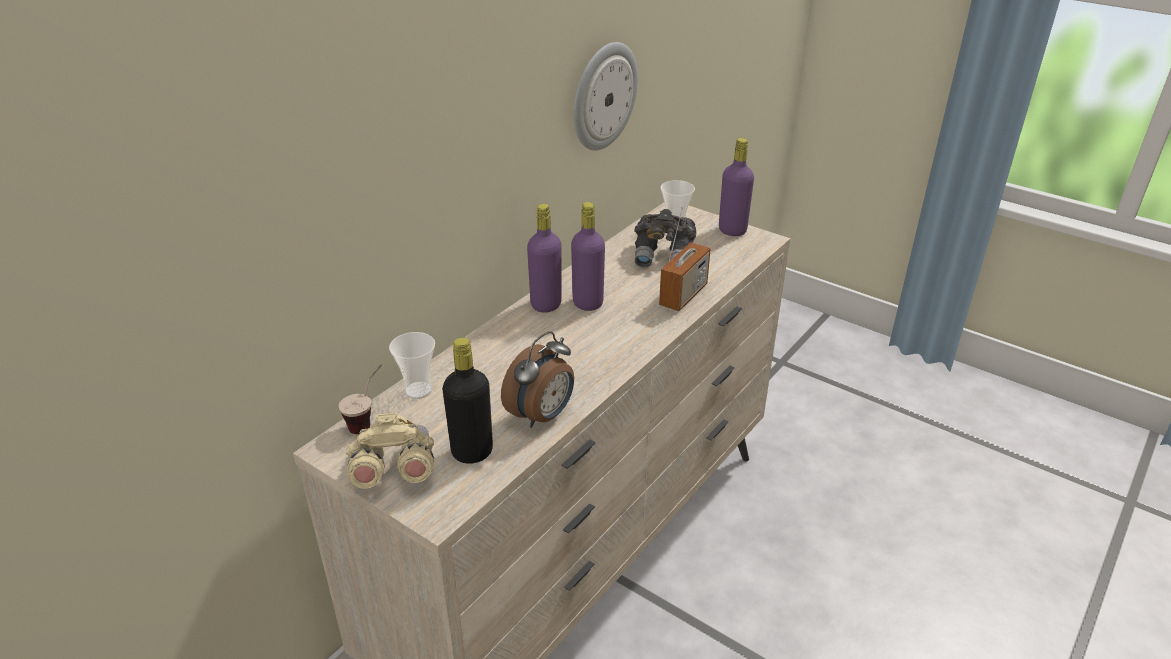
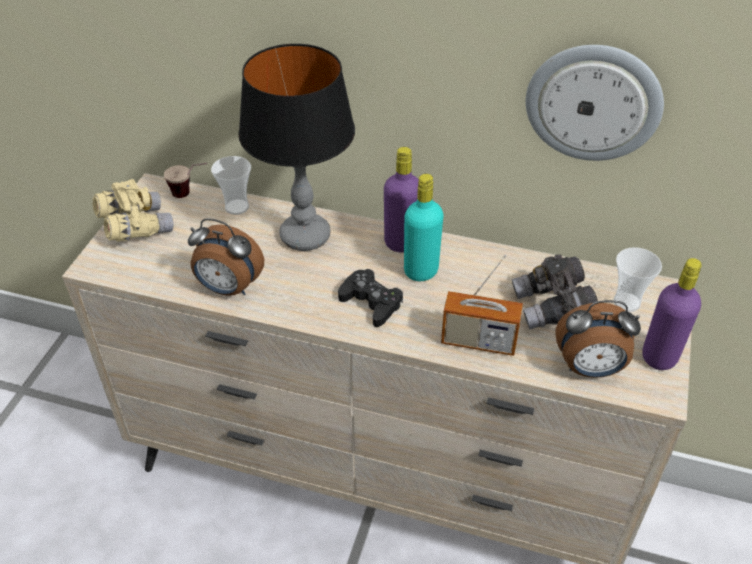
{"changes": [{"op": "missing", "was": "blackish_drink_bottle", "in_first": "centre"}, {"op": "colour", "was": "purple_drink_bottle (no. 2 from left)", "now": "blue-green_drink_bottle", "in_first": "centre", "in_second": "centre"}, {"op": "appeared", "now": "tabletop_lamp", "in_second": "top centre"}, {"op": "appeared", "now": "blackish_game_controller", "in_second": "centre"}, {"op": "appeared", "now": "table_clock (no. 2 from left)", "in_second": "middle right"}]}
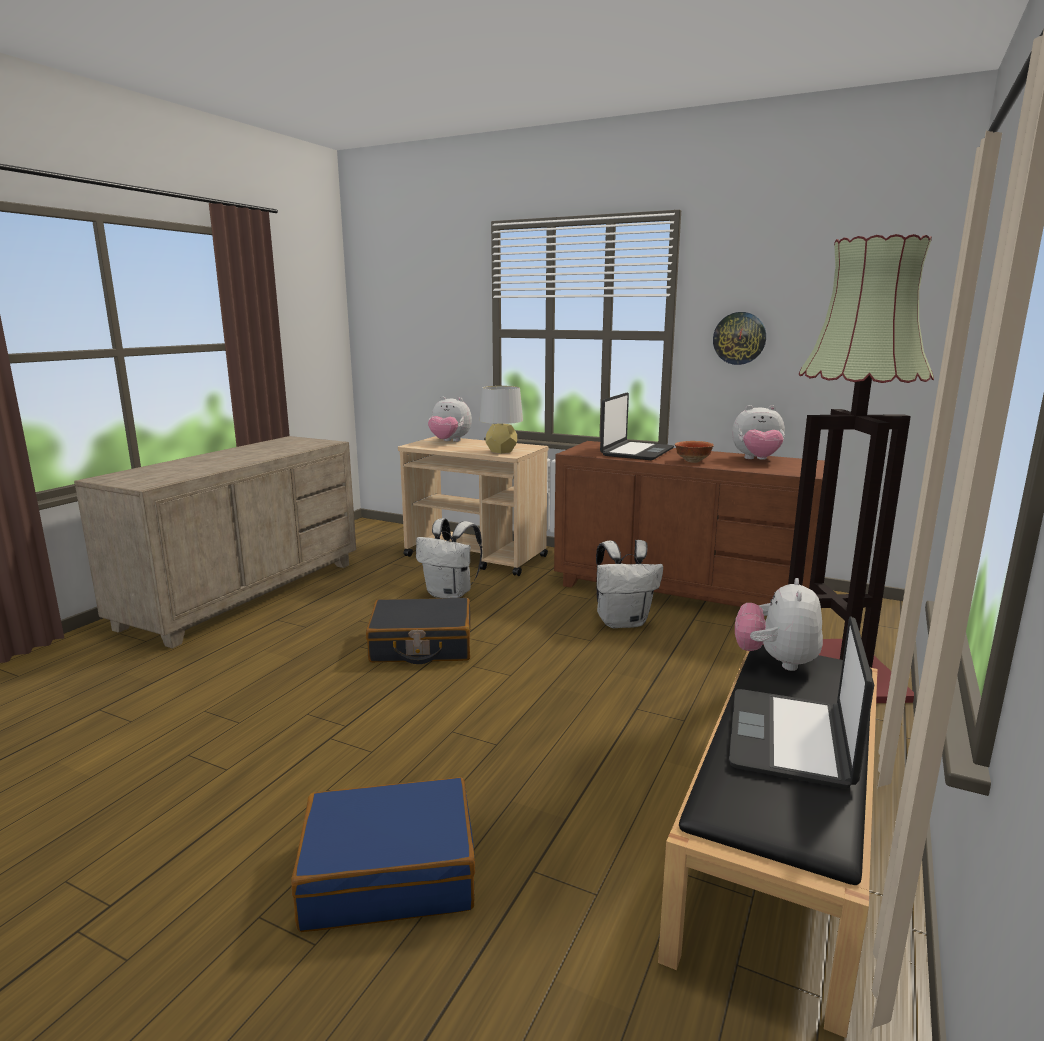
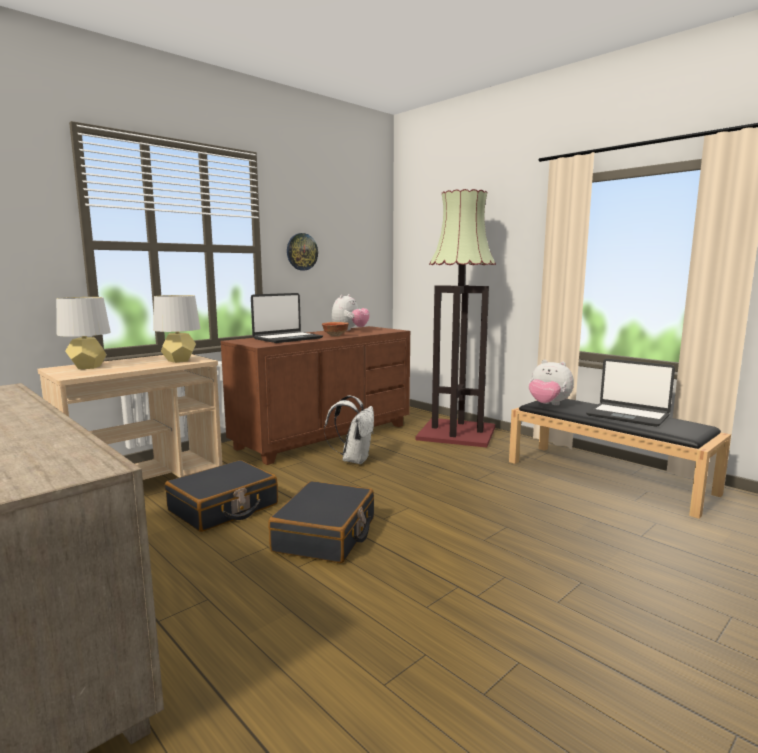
{"changes": [{"op": "missing", "was": "blue_suitcase", "in_first": "bottom centre"}, {"op": "exchanged", "was": "whitish_knapsack (no. 1 from left)", "now": "blackish_suitcase (no. 1 from left)", "in_first": "centre", "in_second": "middle left"}, {"op": "exchanged", "was": "cuddly_toy (no. 1 from left)", "now": "gray_tabletop_lamp (no. 1 from left)", "in_first": "centre", "in_second": "middle left"}, {"op": "spun", "was": "notebook_computer (no. 1 from left)", "in_first": "centre", "in_second": "centre", "clockwise": 90}]}
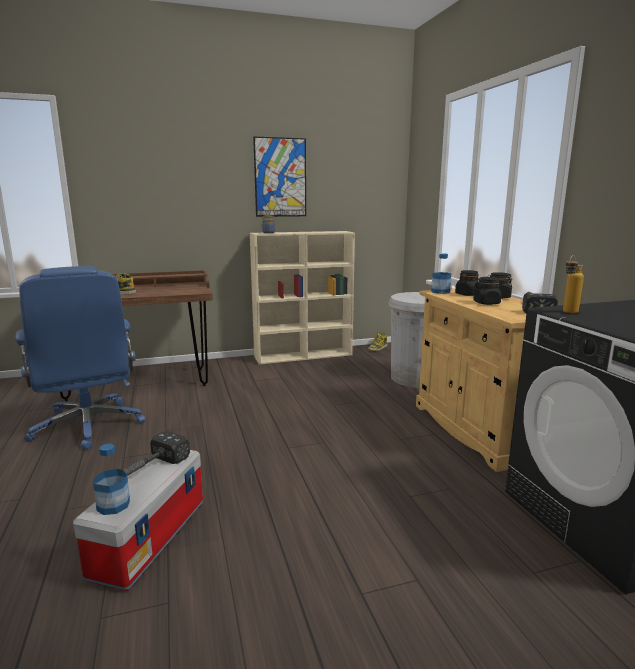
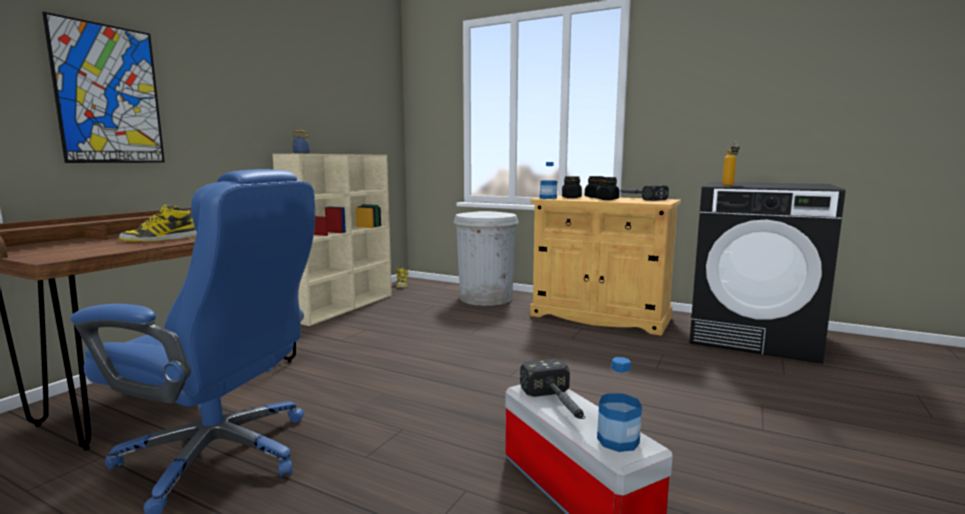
{"changes": [{"op": "relocated", "was": "wall_art", "in_first": "top centre", "in_second": "top left"}]}
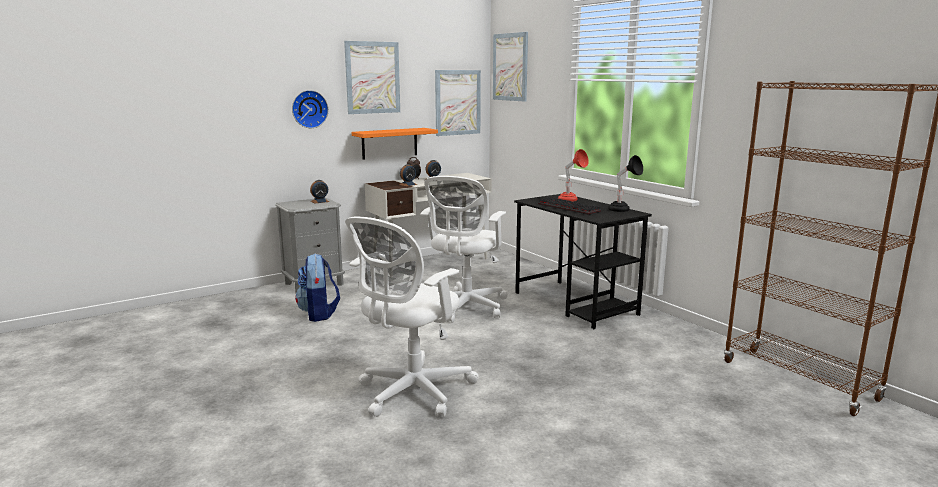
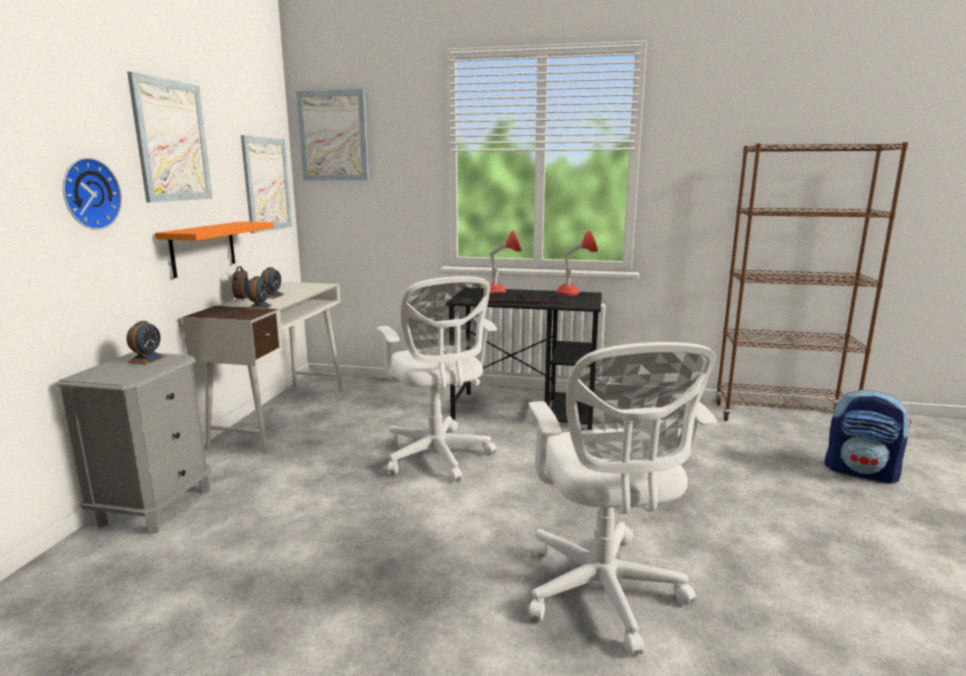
{"changes": [{"op": "relocated", "was": "knapsack", "in_first": "centre", "in_second": "middle right"}, {"op": "colour", "was": "blackish_tabletop_lamp", "now": "red_tabletop_lamp (no. 2 from left)", "in_first": "centre", "in_second": "centre"}]}
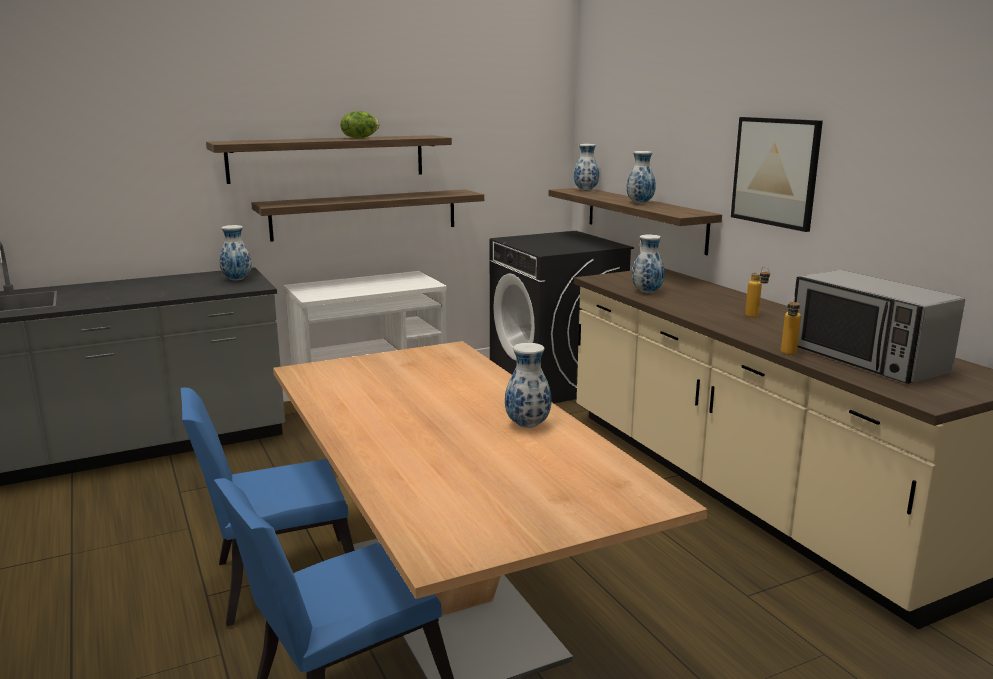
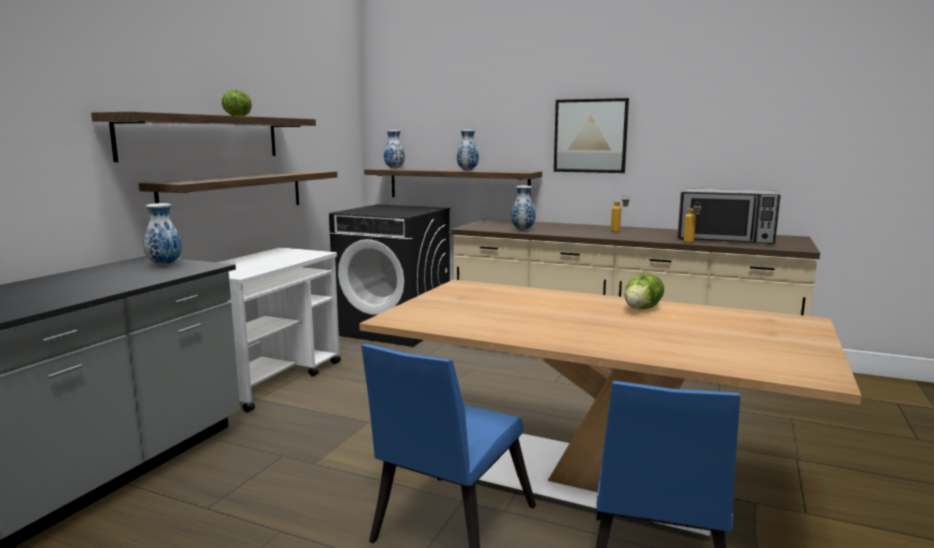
{"changes": [{"op": "exchanged", "was": "decorative_vase (no. 2 from left)", "now": "lettuce_head (no. 2 from left)", "in_first": "centre", "in_second": "middle right"}]}
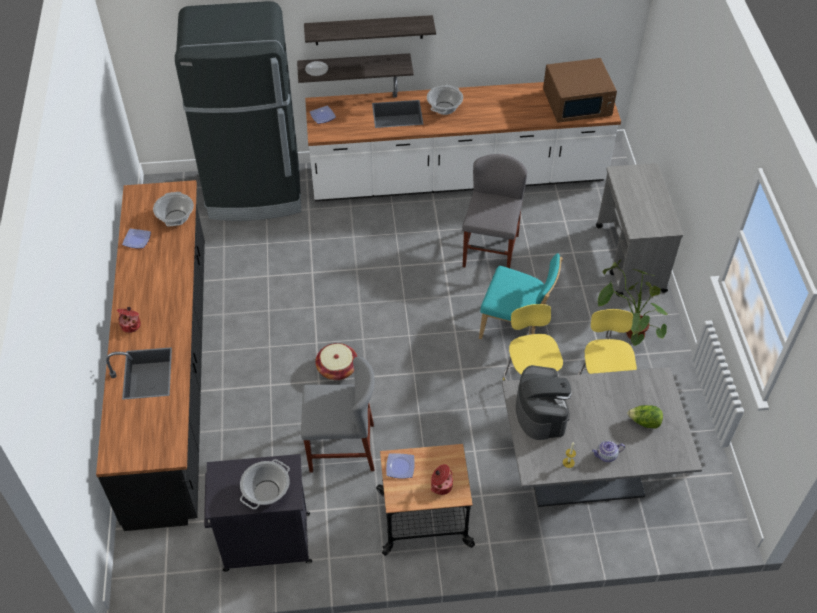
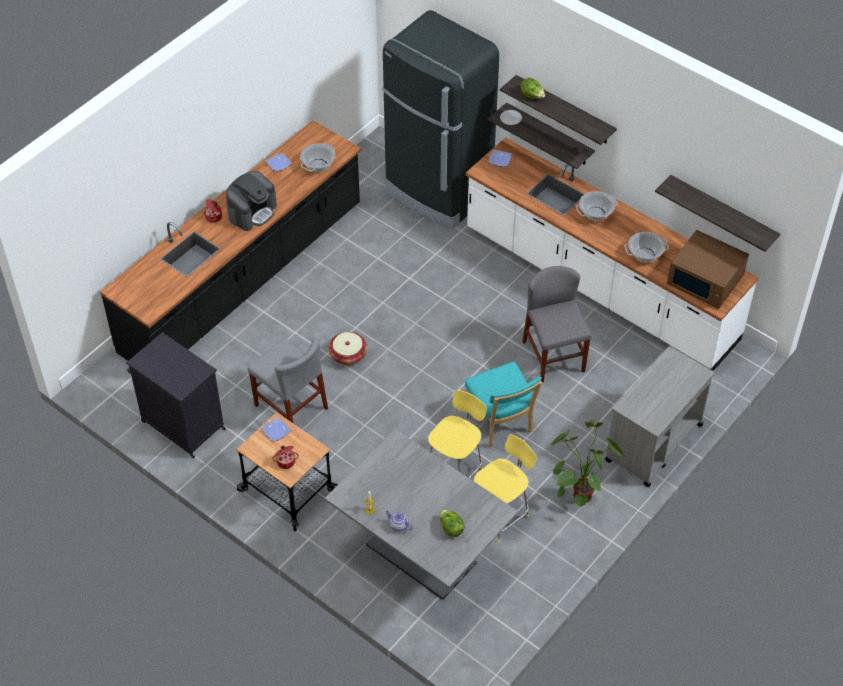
{"changes": [{"op": "relocated", "was": "saucepot (no. 3 from left in the first image)", "now": "saucepot (no. 5 from left)", "in_first": "bottom left", "in_second": "middle right"}, {"op": "spun", "was": "gray_plain_chair (no. 2 from left)", "in_first": "centre", "in_second": "centre", "clockwise": -75}, {"op": "relocated", "was": "coffee_brewer", "in_first": "centre", "in_second": "top left"}, {"op": "appeared", "now": "lettuce_head (no. 2 from left)", "in_second": "top centre"}, {"op": "appeared", "now": "wall_shelf (no. 3 from left)", "in_second": "top right"}]}
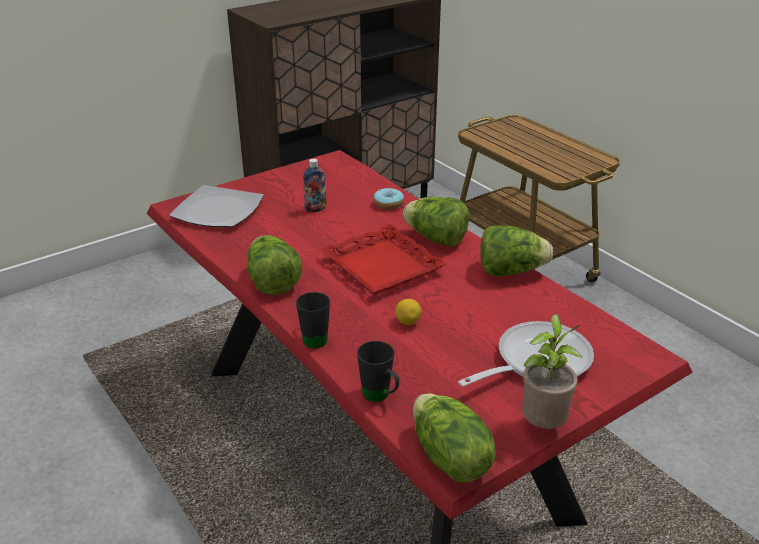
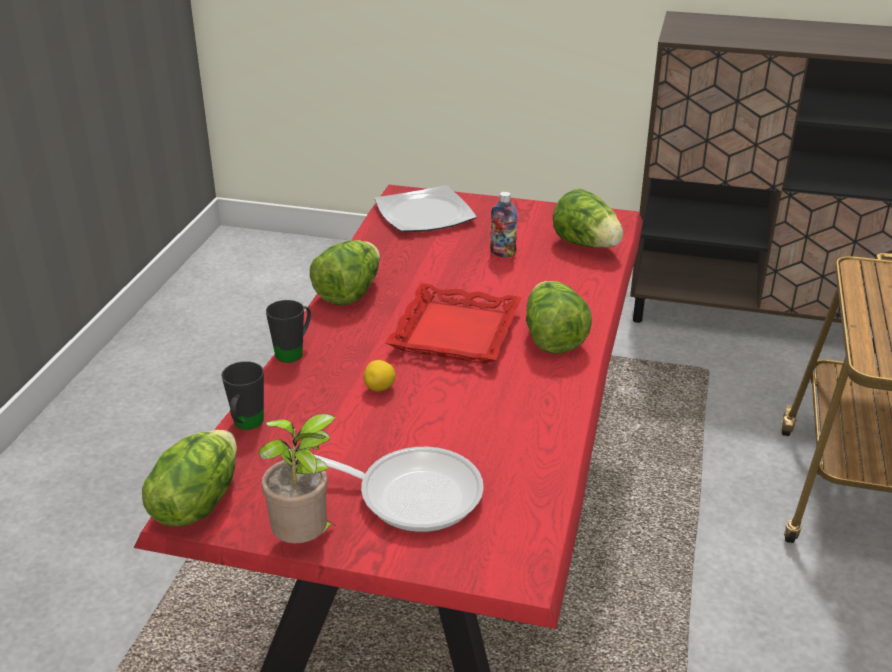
{"changes": [{"op": "missing", "was": "ring_doughnut", "in_first": "centre"}, {"op": "relocated", "was": "lettuce_head (no. 4 from left)", "in_first": "middle right", "in_second": "top centre"}]}
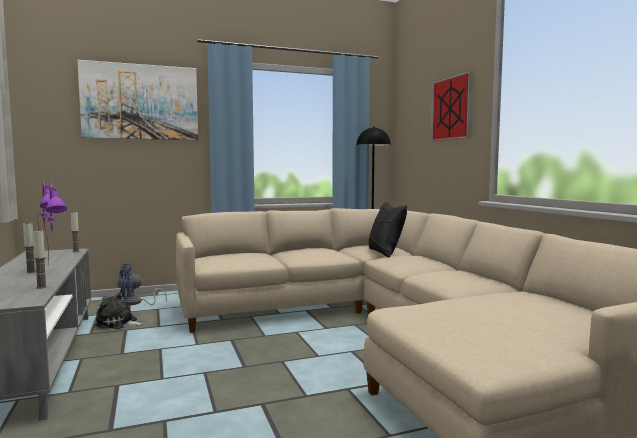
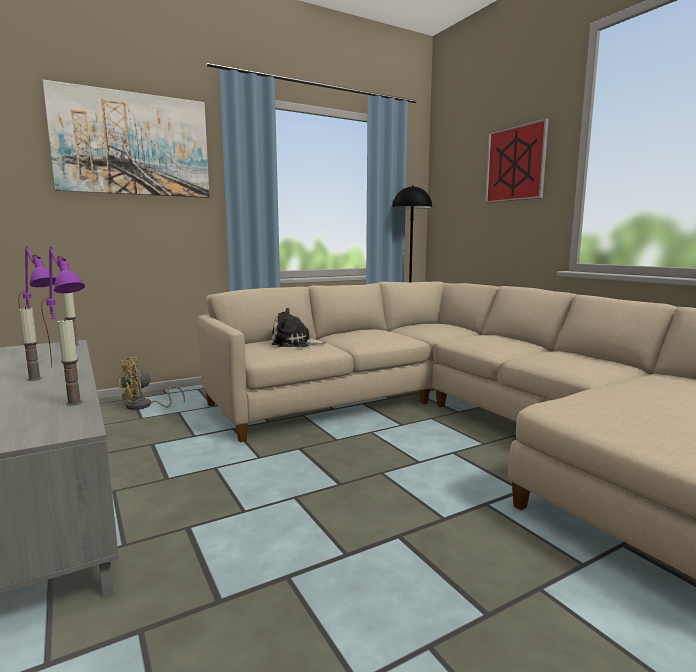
{"changes": [{"op": "relocated", "was": "cuddly_toy", "in_first": "bottom left", "in_second": "centre"}, {"op": "colour", "was": "blue_cooling_fan", "now": "yellow-coloured_cooling_fan", "in_first": "middle left", "in_second": "middle left"}, {"op": "missing", "was": "blackish_throw_pillow", "in_first": "centre"}]}
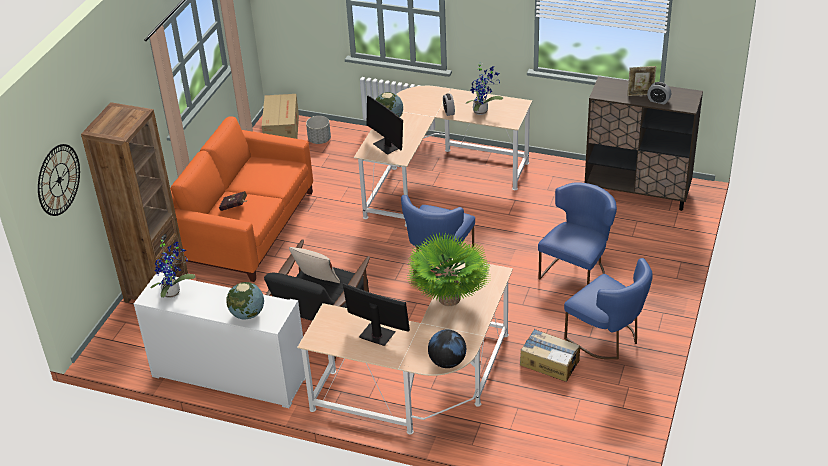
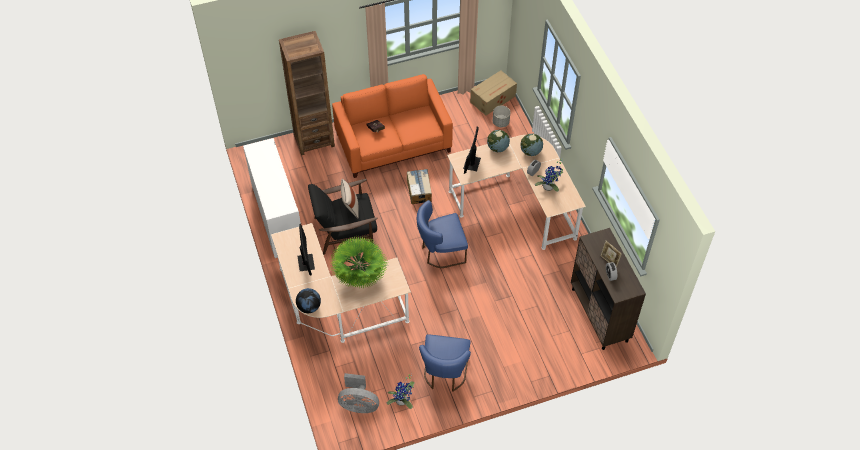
{"changes": [{"op": "missing", "was": "clock_on_the_wall", "in_first": "middle left"}, {"op": "relocated", "was": "plant_in_a_pot (no. 1 from left in the first image)", "now": "plant_in_a_pot (no. 2 from left)", "in_first": "middle left", "in_second": "bottom centre"}, {"op": "relocated", "was": "globe (no. 1 from left in the first image)", "now": "globe (no. 3 from left)", "in_first": "middle left", "in_second": "top centre"}, {"op": "relocated", "was": "cardboard_box (no. 2 from left in the first image)", "now": "cardboard_box (no. 1 from left)", "in_first": "bottom centre", "in_second": "centre"}, {"op": "missing", "was": "blue_plain_chair (no. 2 from left)", "in_first": "middle right"}, {"op": "appeared", "now": "gray_cooling_fan", "in_second": "bottom centre"}]}
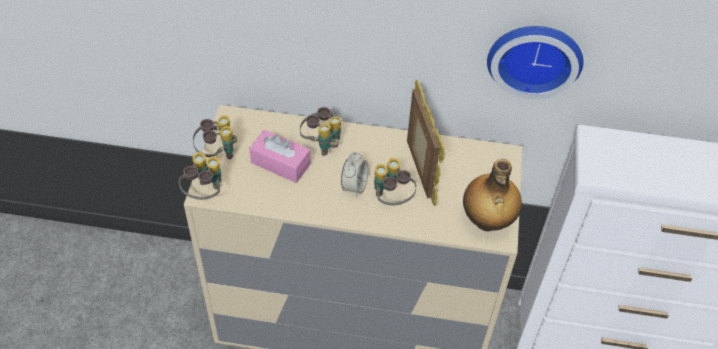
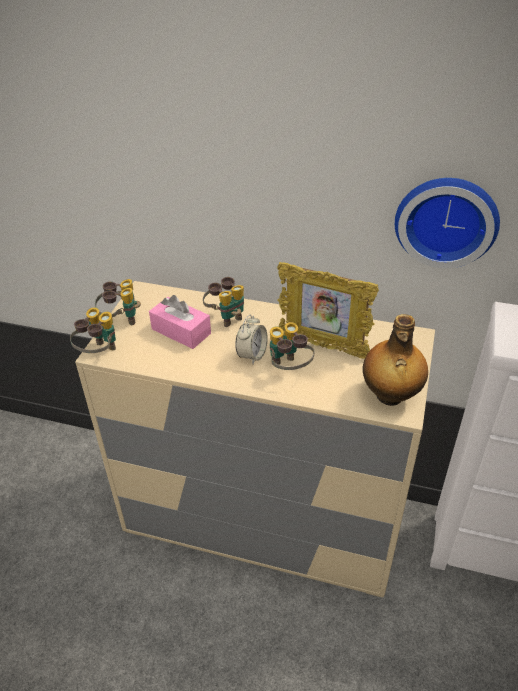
{"changes": [{"op": "spun", "was": "standing_frame", "in_first": "centre", "in_second": "centre", "clockwise": 120}]}
